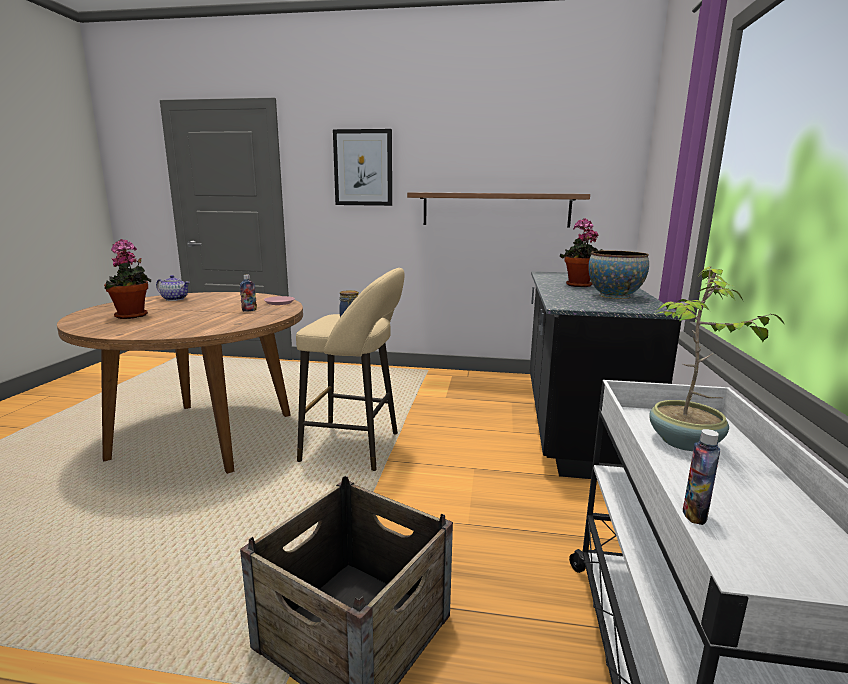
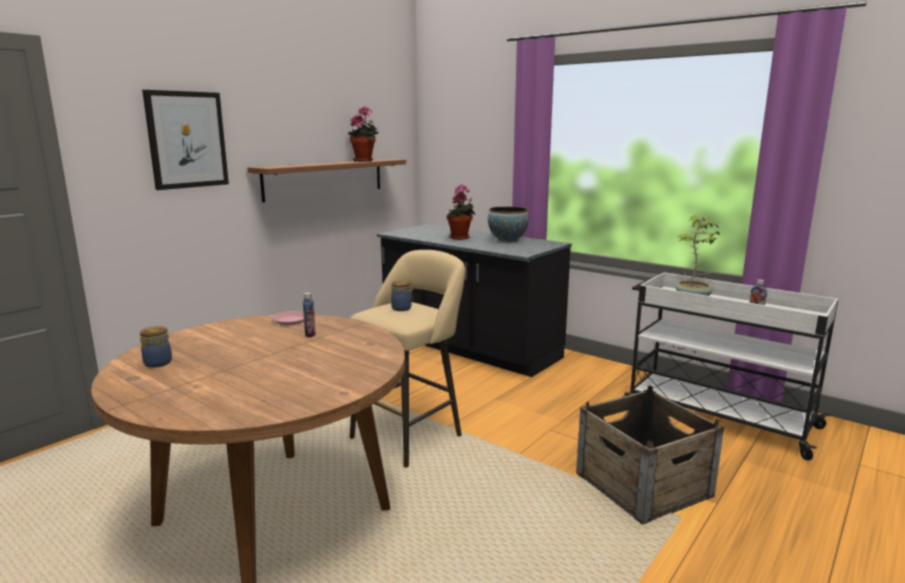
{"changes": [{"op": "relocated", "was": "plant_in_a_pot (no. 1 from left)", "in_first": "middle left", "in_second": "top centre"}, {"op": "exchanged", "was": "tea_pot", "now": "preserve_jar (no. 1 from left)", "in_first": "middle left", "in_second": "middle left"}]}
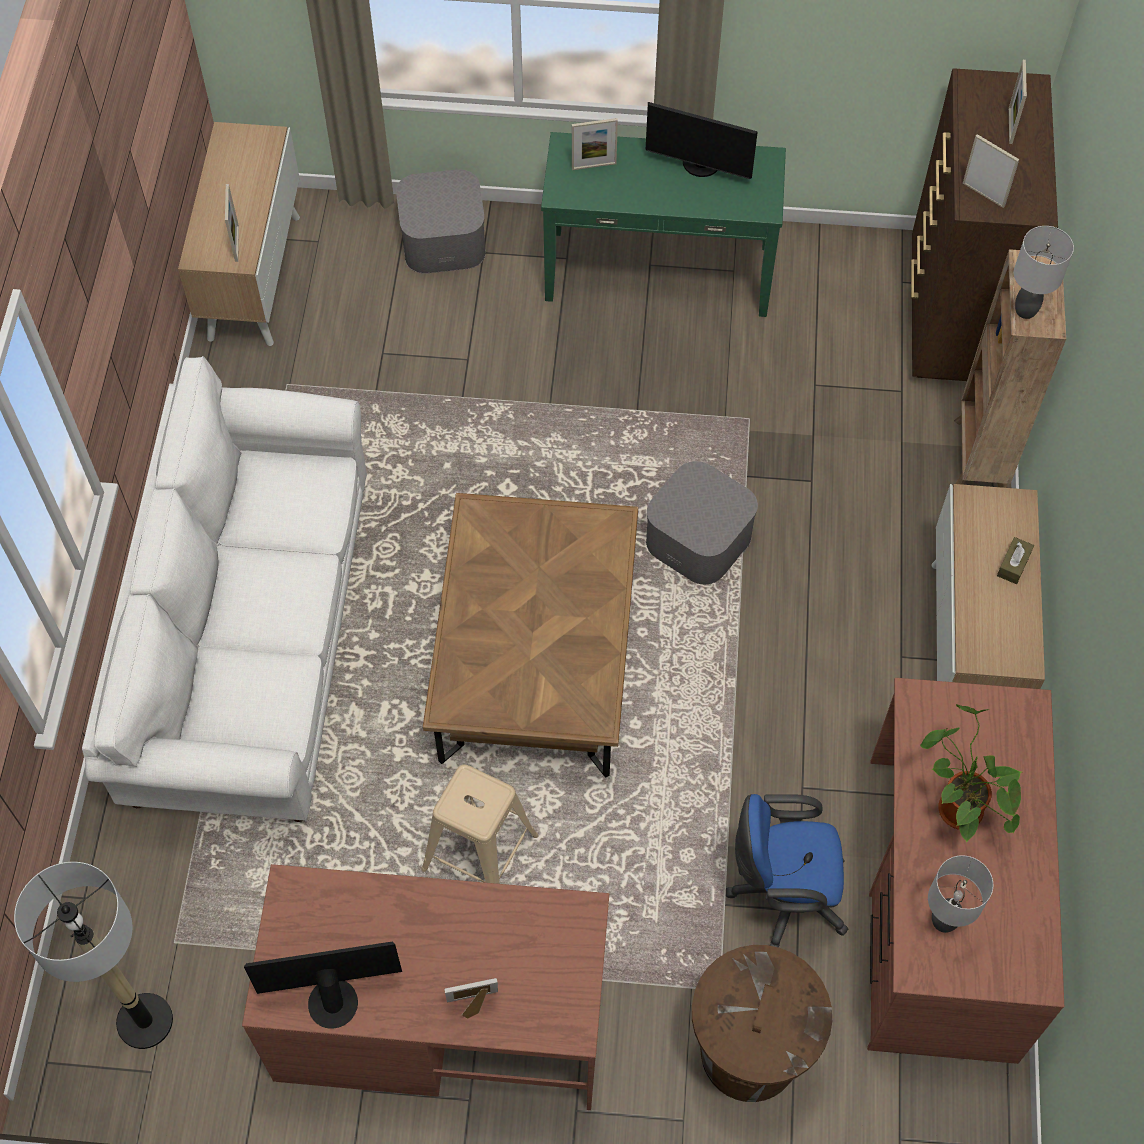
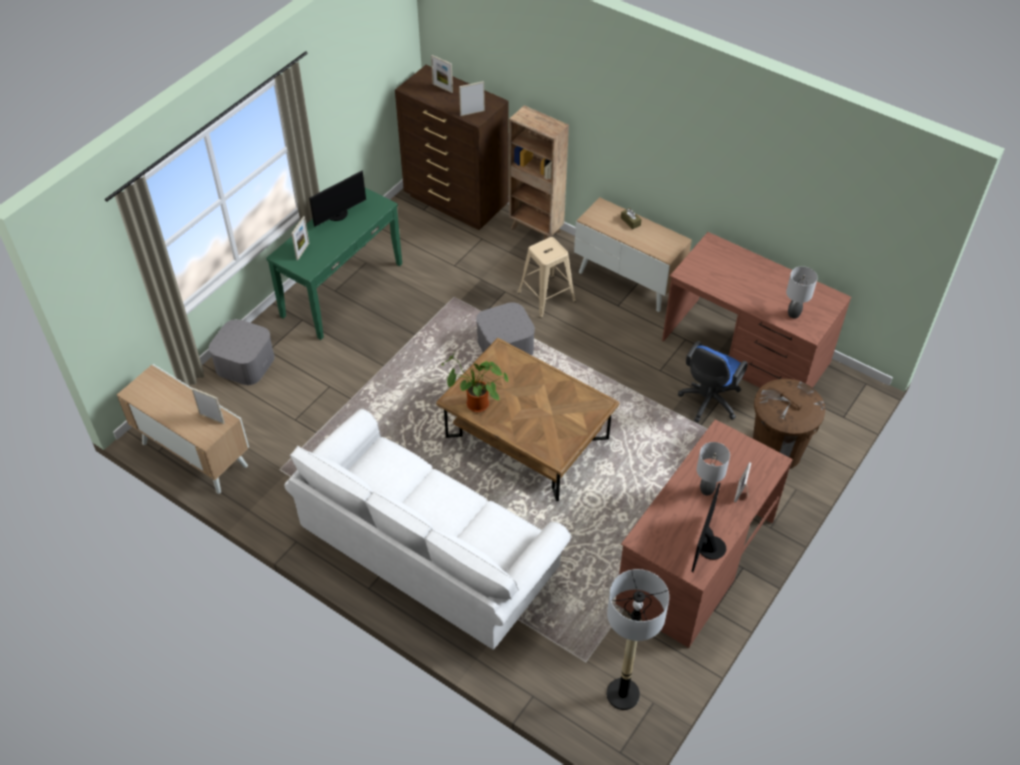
{"changes": [{"op": "relocated", "was": "beige-coloured_sitting_stool", "in_first": "bottom centre", "in_second": "centre"}, {"op": "relocated", "was": "plant_in_a_pot", "in_first": "bottom right", "in_second": "centre"}, {"op": "relocated", "was": "gray_tabletop_lamp (no. 2 from left in the first image)", "now": "gray_tabletop_lamp (no. 1 from left)", "in_first": "top right", "in_second": "middle right"}]}
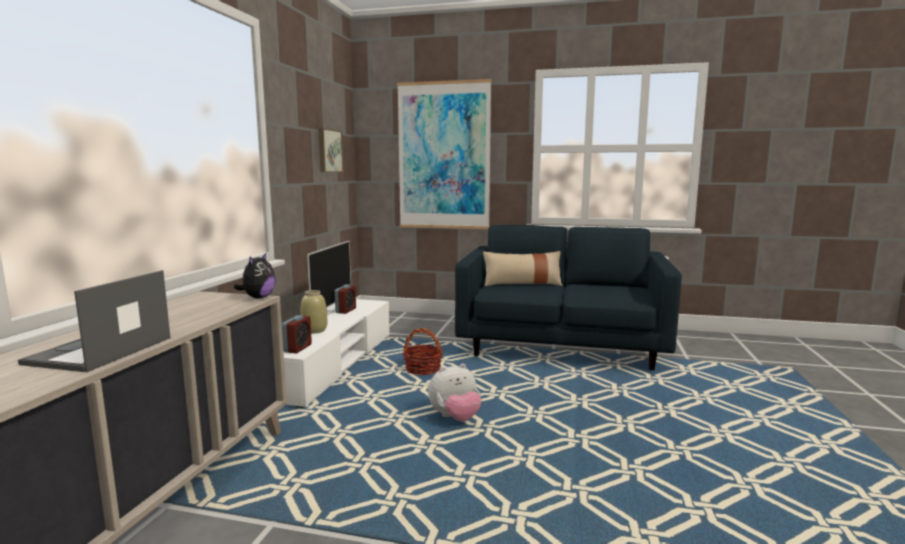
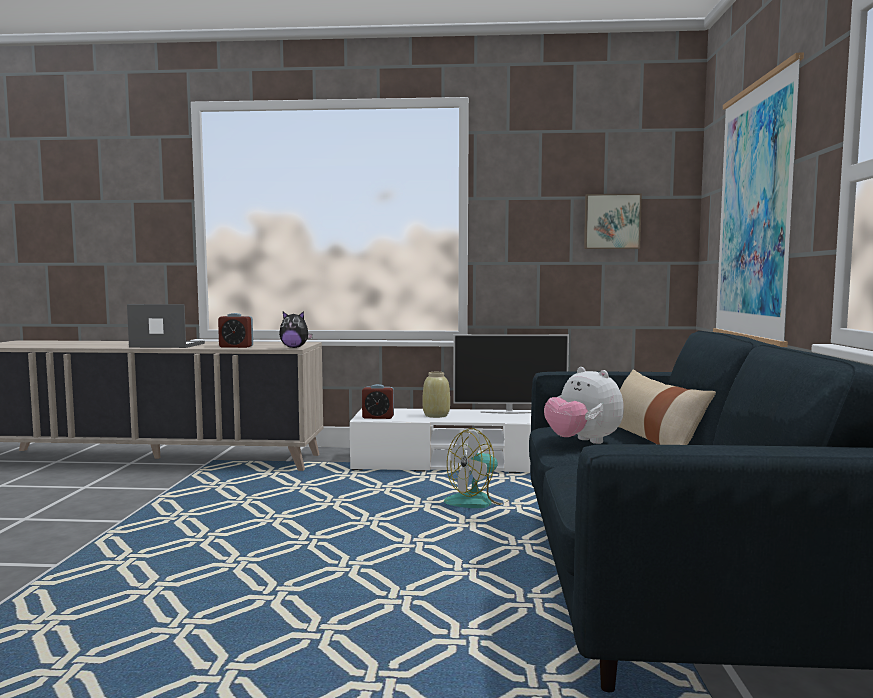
{"changes": [{"op": "relocated", "was": "table_clock (no. 2 from left in the first image)", "now": "table_clock (no. 1 from left)", "in_first": "centre", "in_second": "middle left"}, {"op": "exchanged", "was": "storage_basket", "now": "cooling_fan", "in_first": "centre", "in_second": "bottom centre"}, {"op": "relocated", "was": "cuddly_toy (no. 2 from left)", "in_first": "bottom centre", "in_second": "middle right"}]}
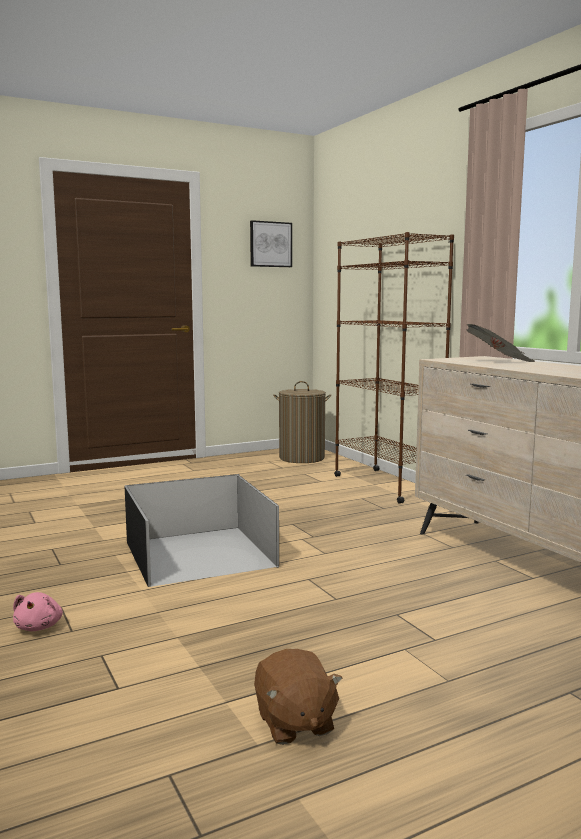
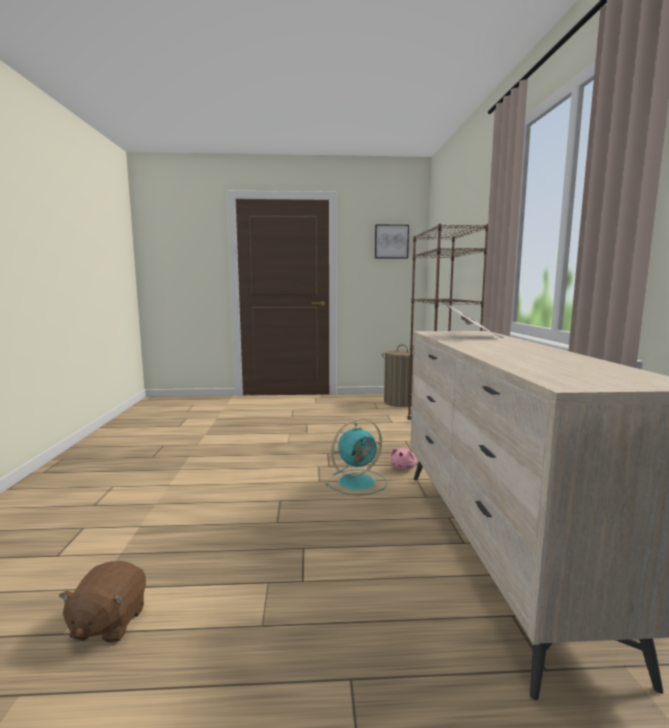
{"changes": [{"op": "relocated", "was": "pink-coloured_cuddly_toy", "in_first": "bottom left", "in_second": "centre"}, {"op": "missing", "was": "blackish_storage_bin", "in_first": "centre"}, {"op": "appeared", "now": "blue-green_cooling_fan", "in_second": "centre"}]}
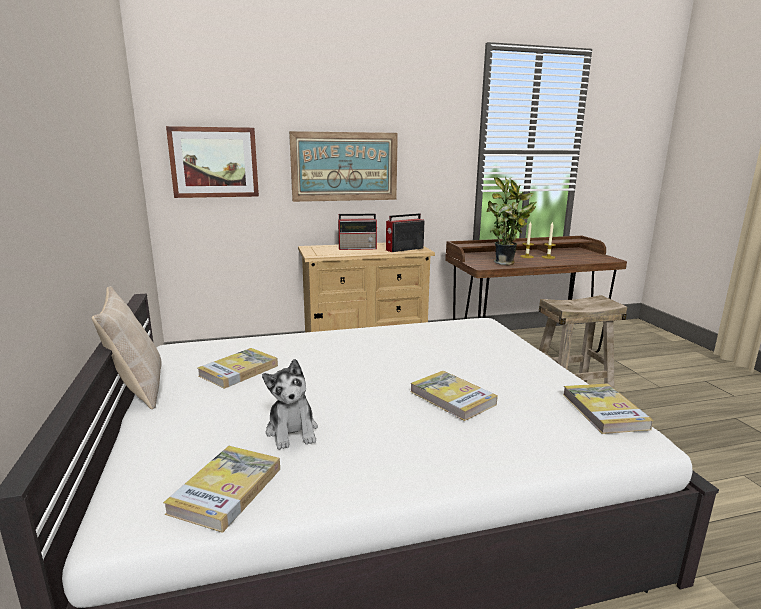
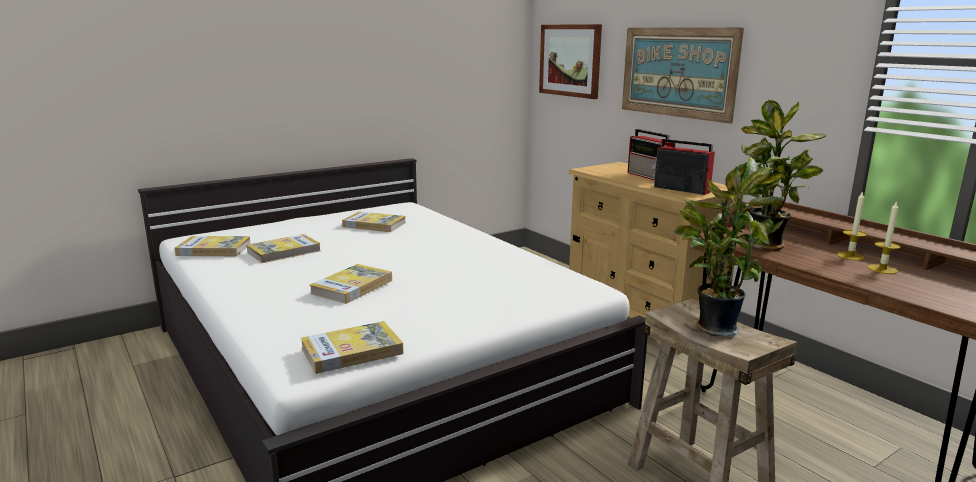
{"changes": [{"op": "missing", "was": "beige-coloured_throw_pillow", "in_first": "middle left"}, {"op": "exchanged", "was": "cuddly_toy", "now": "volume (no. 2 from left)", "in_first": "centre", "in_second": "middle left"}, {"op": "appeared", "now": "plant_in_a_pot (no. 1 from left)", "in_second": "middle right"}]}
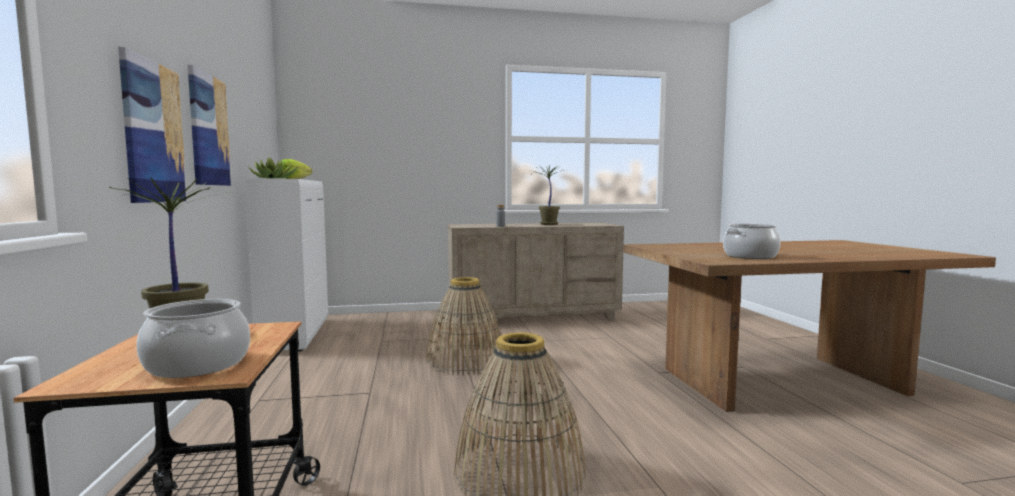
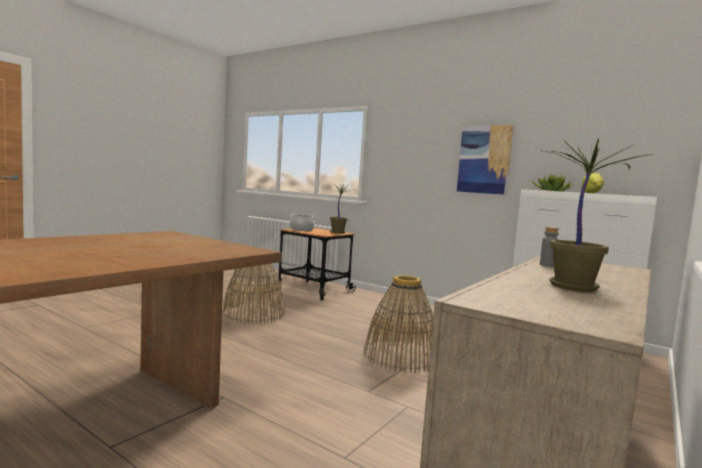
{"changes": [{"op": "missing", "was": "wall_art (no. 1 from left)", "in_first": "top left"}, {"op": "missing", "was": "saucepot (no. 2 from left)", "in_first": "middle right"}]}
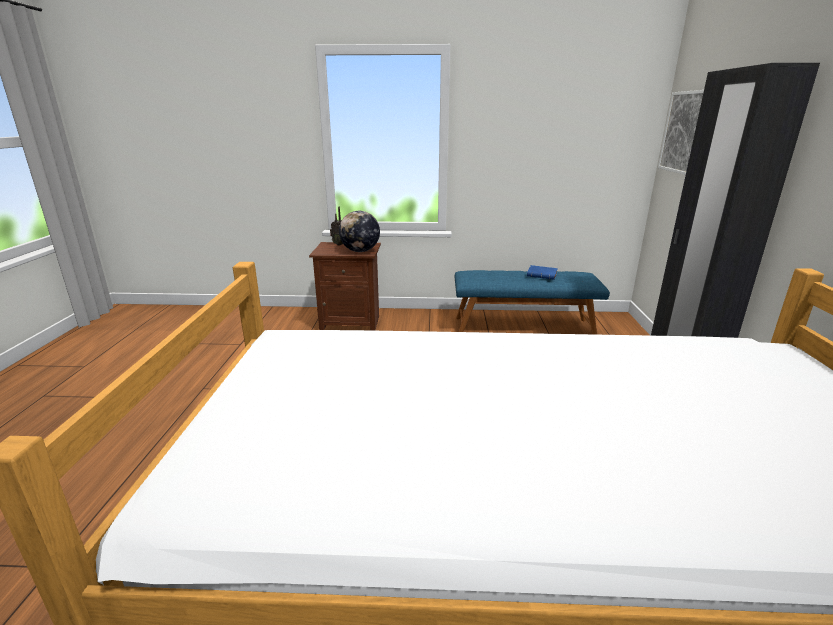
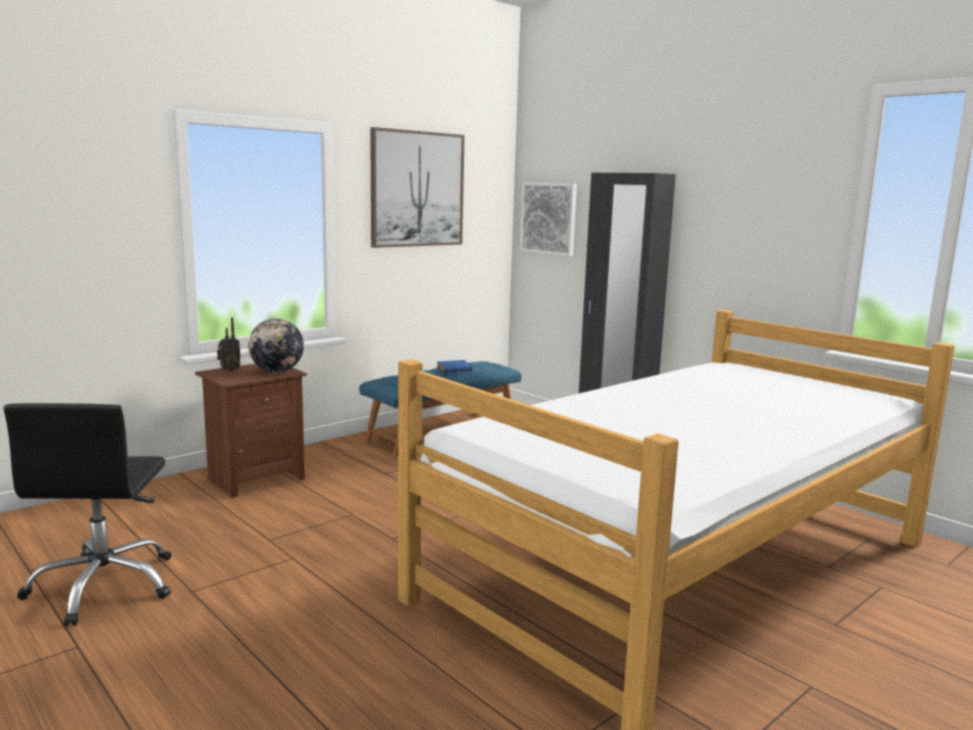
{"changes": [{"op": "appeared", "now": "blackish_desk_chair", "in_second": "bottom left"}, {"op": "appeared", "now": "wall_art (no. 1 from left)", "in_second": "top centre"}]}
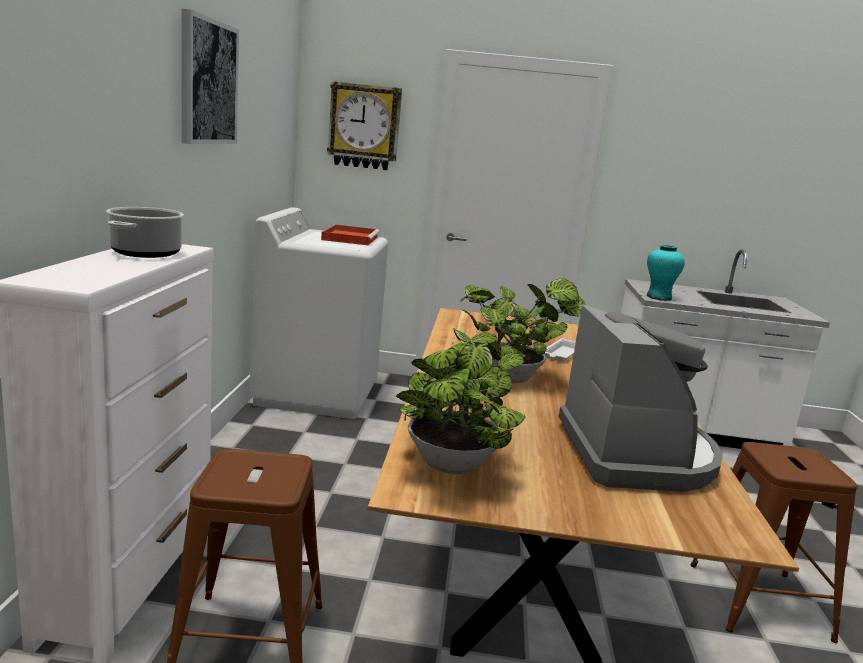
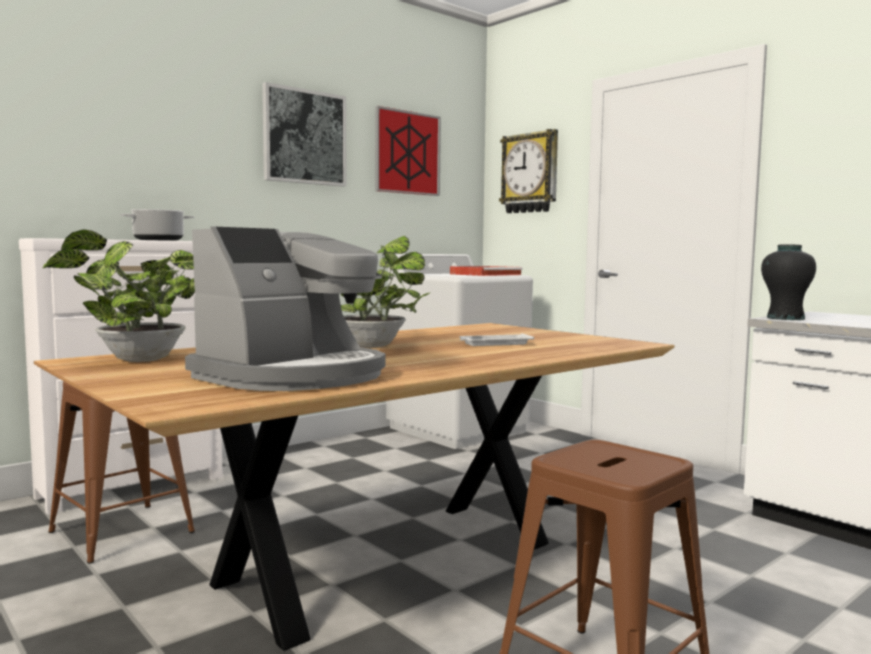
{"changes": [{"op": "colour", "was": "blue-green_decorative_vase", "now": "blackish_decorative_vase", "in_first": "middle right", "in_second": "middle right"}, {"op": "appeared", "now": "wall_art (no. 2 from left)", "in_second": "top centre"}]}
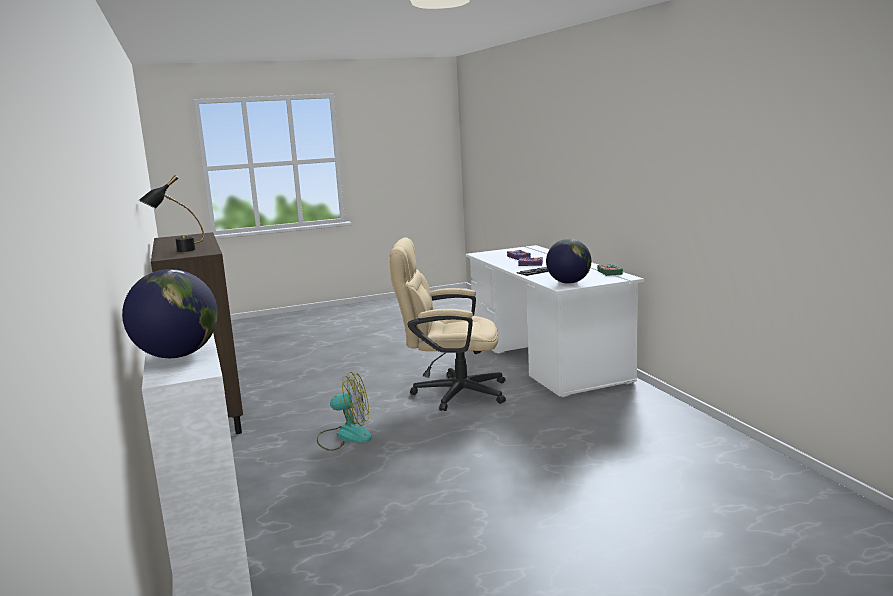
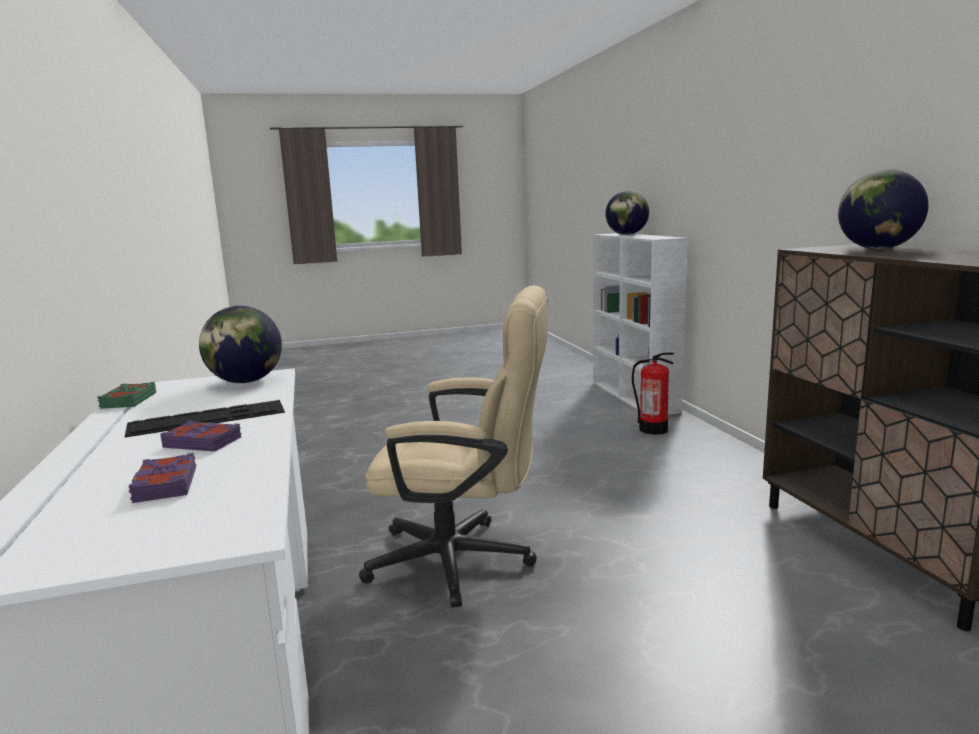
{"changes": [{"op": "exchanged", "was": "blackish_tabletop_lamp", "now": "globe (no. 3 from left)", "in_first": "middle left", "in_second": "top right"}, {"op": "missing", "was": "cooling_fan", "in_first": "bottom centre"}, {"op": "appeared", "now": "fire_extinguisher", "in_second": "middle right"}]}
